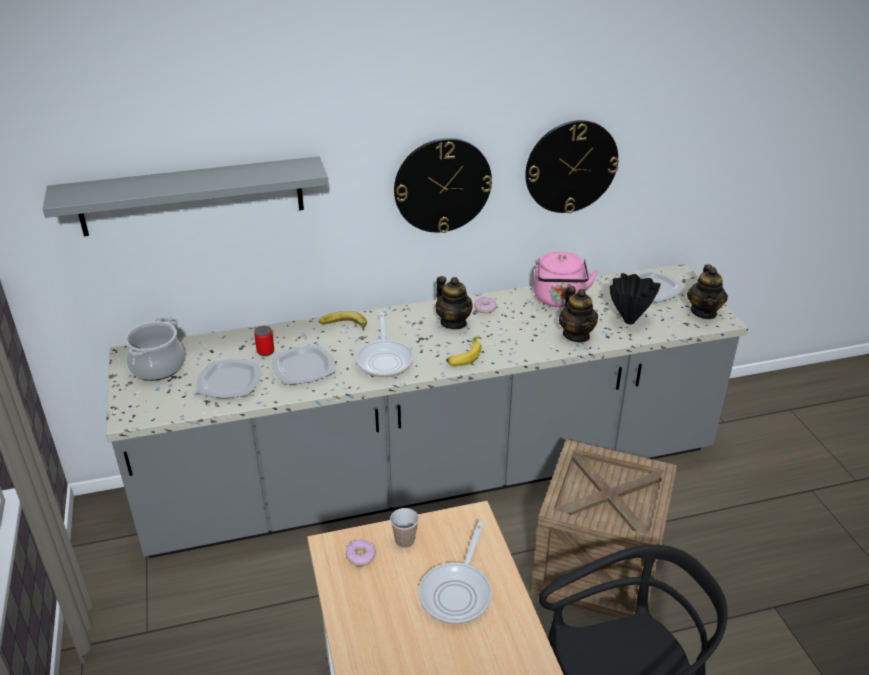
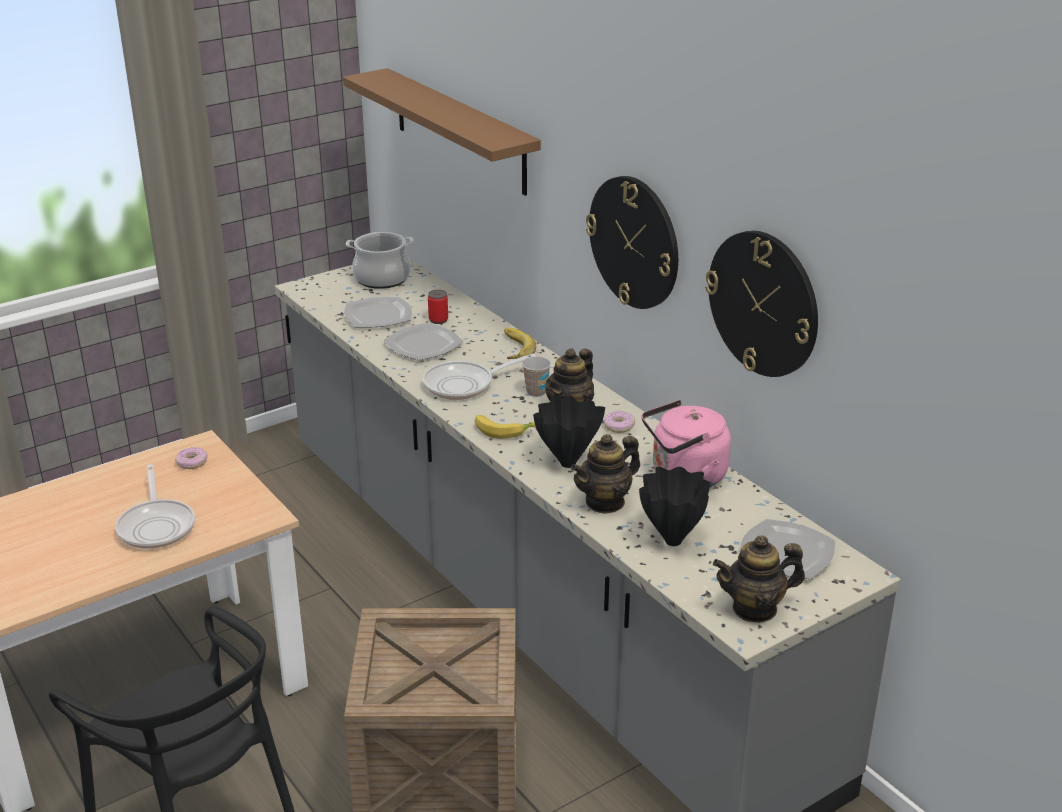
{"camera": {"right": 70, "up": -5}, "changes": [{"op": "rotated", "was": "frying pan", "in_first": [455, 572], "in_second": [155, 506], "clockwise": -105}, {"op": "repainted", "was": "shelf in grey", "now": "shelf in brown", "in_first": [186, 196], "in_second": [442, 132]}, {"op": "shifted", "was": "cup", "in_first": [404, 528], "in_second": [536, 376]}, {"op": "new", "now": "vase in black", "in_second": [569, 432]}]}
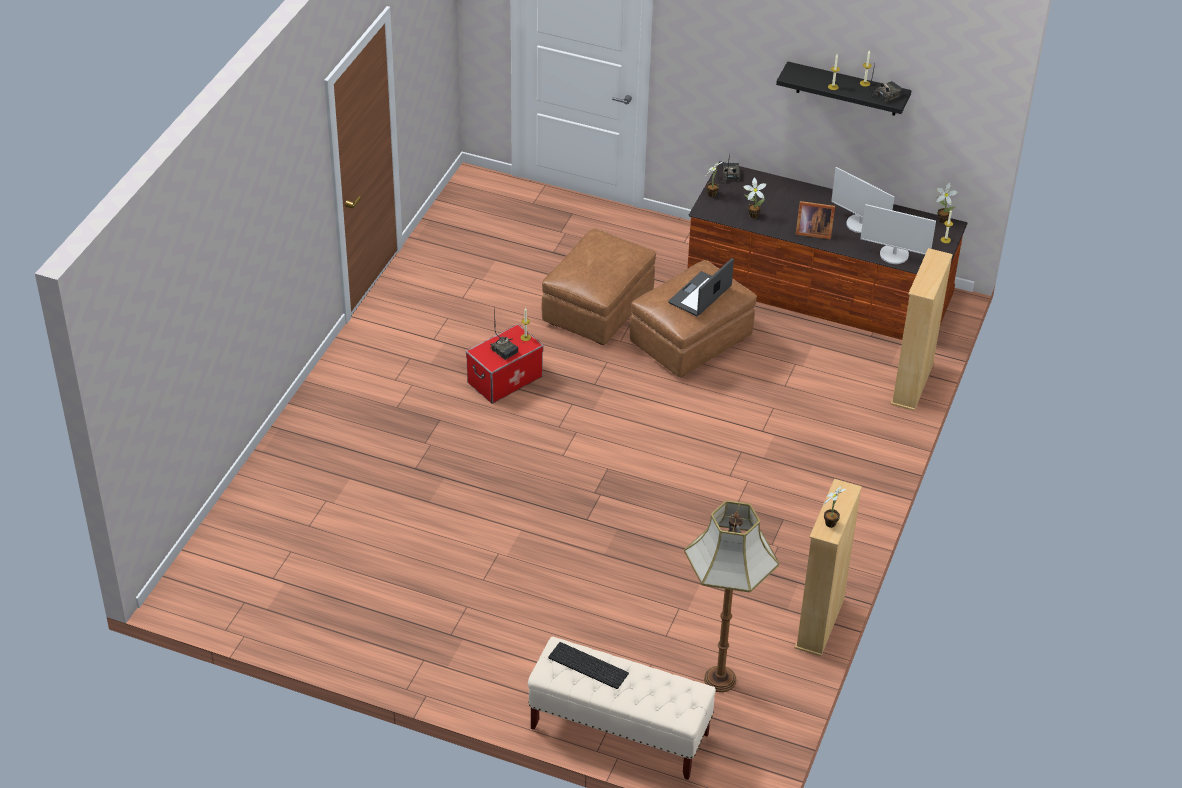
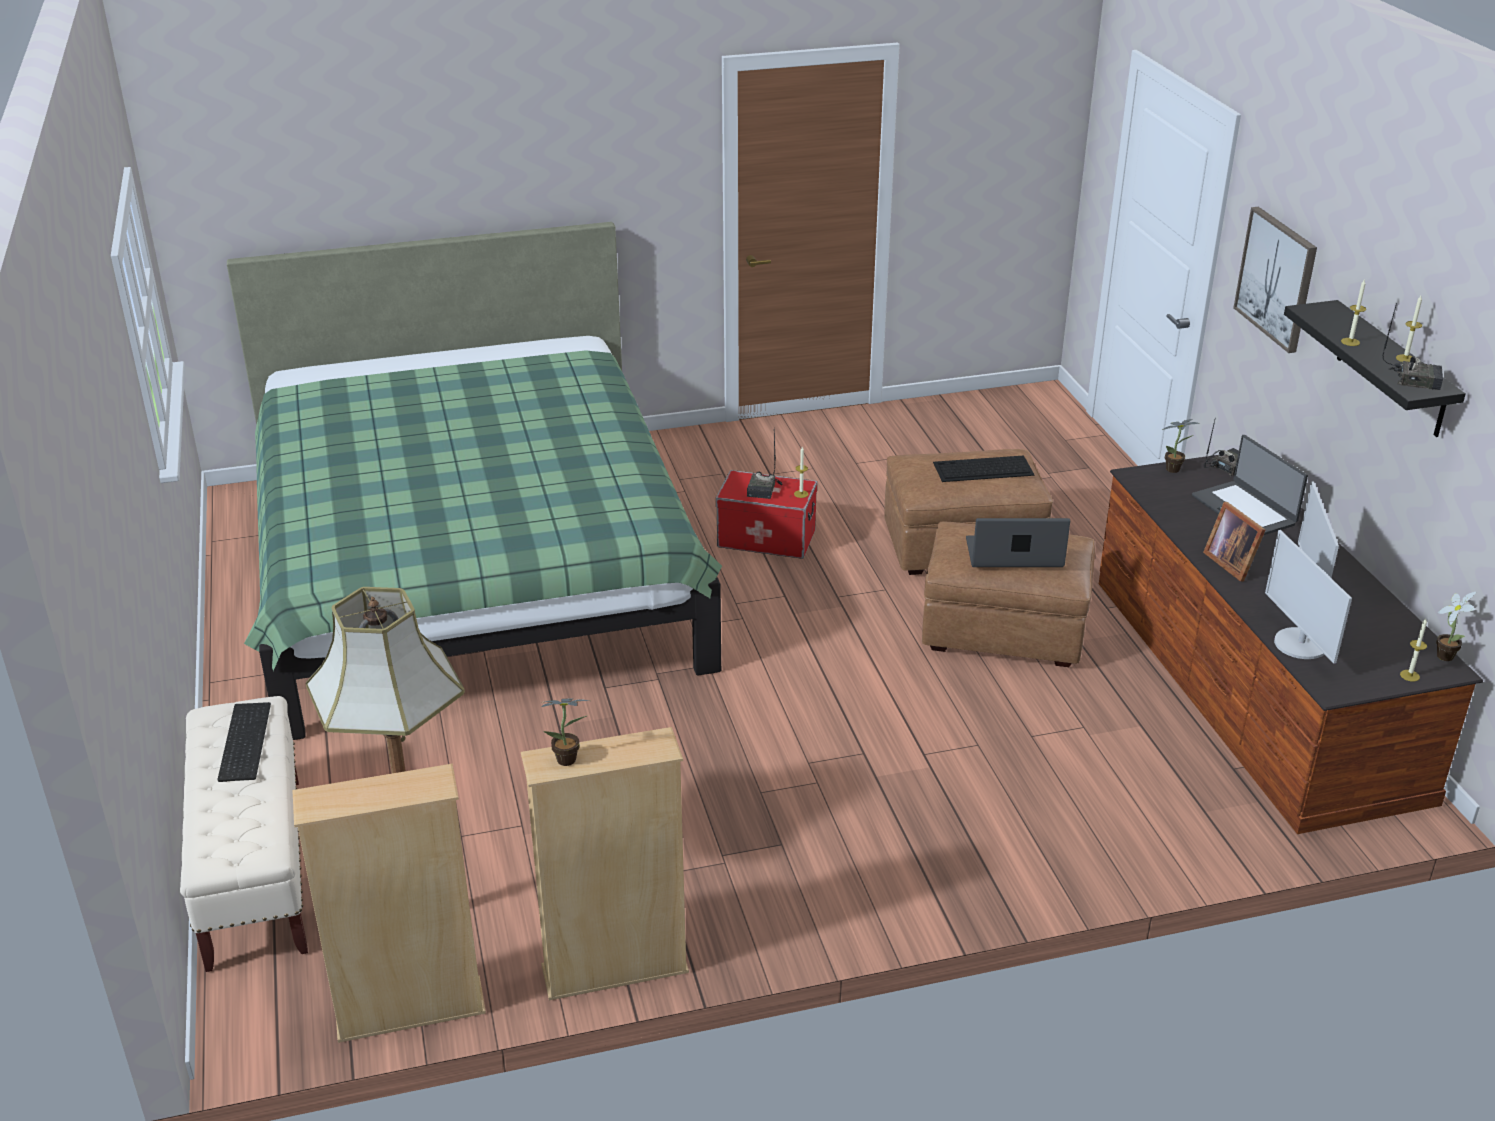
{"camera": {"right": 55, "up": -10}, "changes": [{"op": "new", "now": "bed in green", "in_second": [474, 481]}, {"op": "shifted", "was": "bookcase in beige", "in_first": [921, 329], "in_second": [389, 903]}, {"op": "new", "now": "keyboard", "in_second": [984, 468]}, {"op": "new", "now": "laptop", "in_second": [1250, 485]}, {"op": "new", "now": "picture", "in_second": [1275, 280]}, {"op": "gone", "was": "potted plant", "in_first": [755, 197]}]}
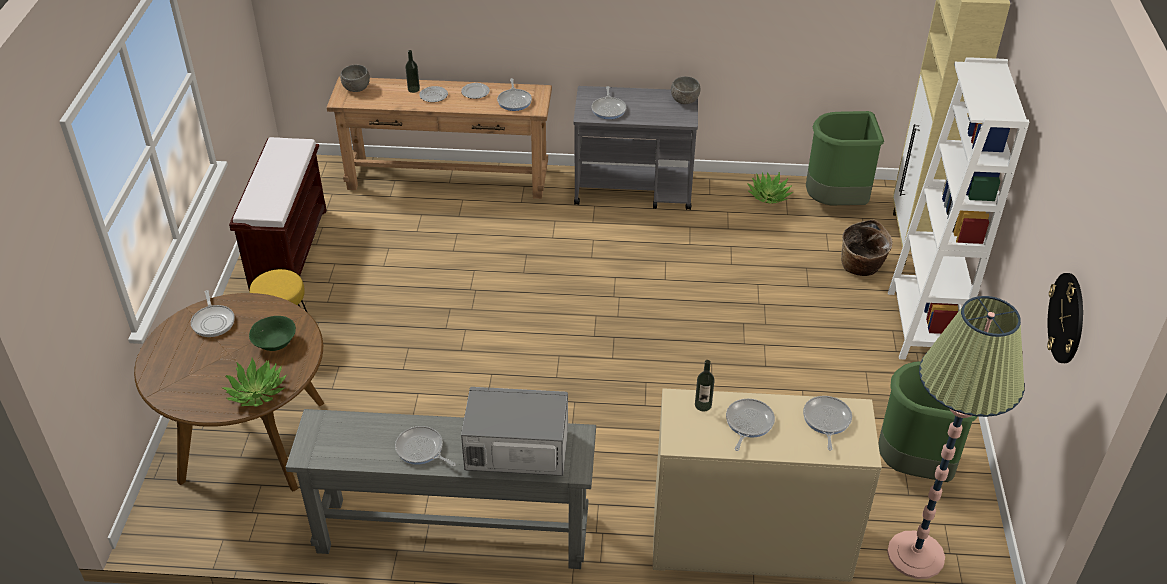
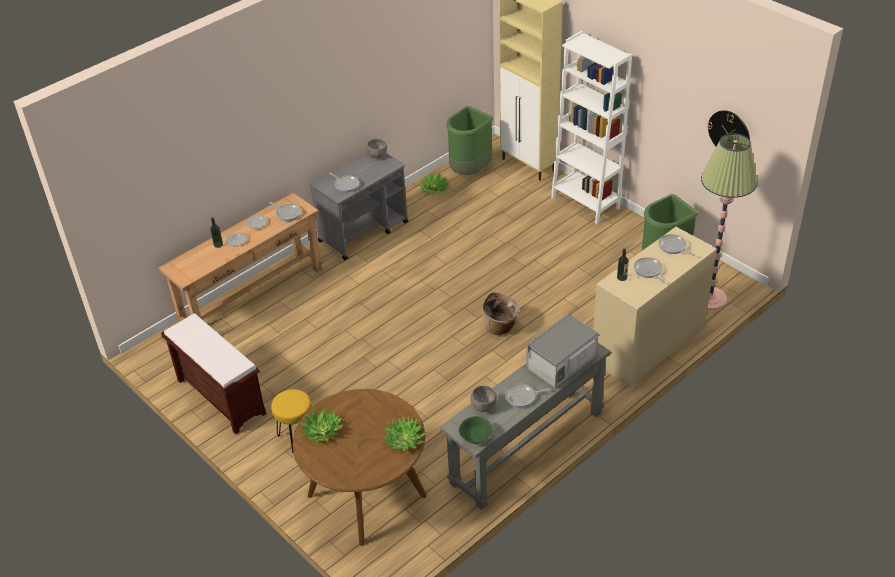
{"camera": {"right": -45, "up": 0}, "changes": [{"op": "swapped", "was": "frying pan", "now": "potted plant", "in_first": [213, 313], "in_second": [322, 424]}, {"op": "shifted", "was": "bowl in green", "in_first": [272, 333], "in_second": [476, 430]}, {"op": "shifted", "was": "bowl in grey", "in_first": [355, 78], "in_second": [483, 399]}, {"op": "shifted", "was": "basket", "in_first": [867, 248], "in_second": [500, 313]}]}
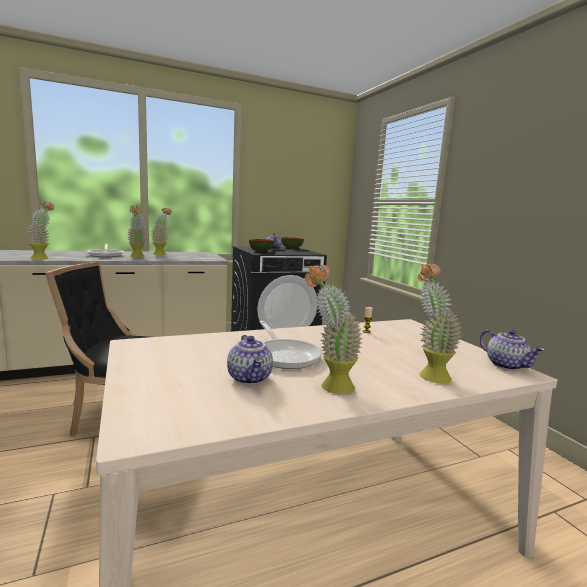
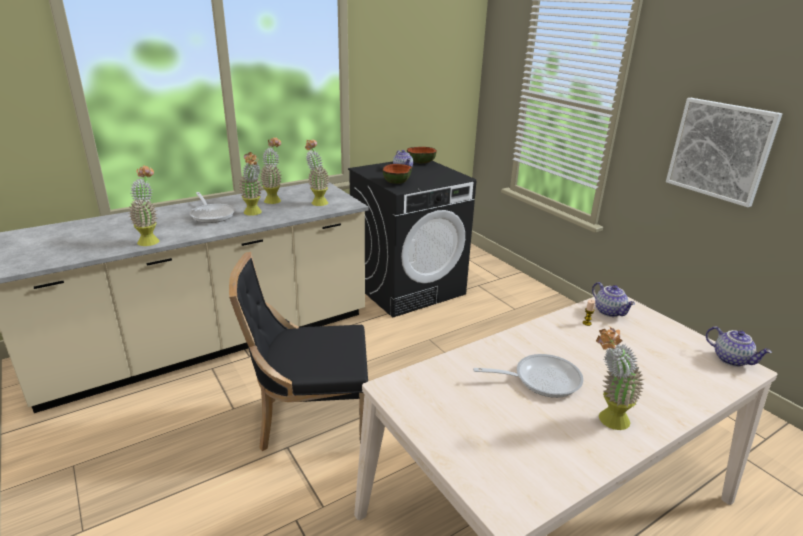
{"camera": {"right": -10, "up": 15}, "changes": [{"op": "shifted", "was": "potted plant", "in_first": [440, 323], "in_second": [317, 172]}, {"op": "rotated", "was": "frying pan", "in_first": [291, 345], "in_second": [528, 376], "clockwise": -60}, {"op": "shifted", "was": "teapot", "in_first": [250, 360], "in_second": [613, 299]}, {"op": "new", "now": "picture", "in_second": [724, 152]}]}
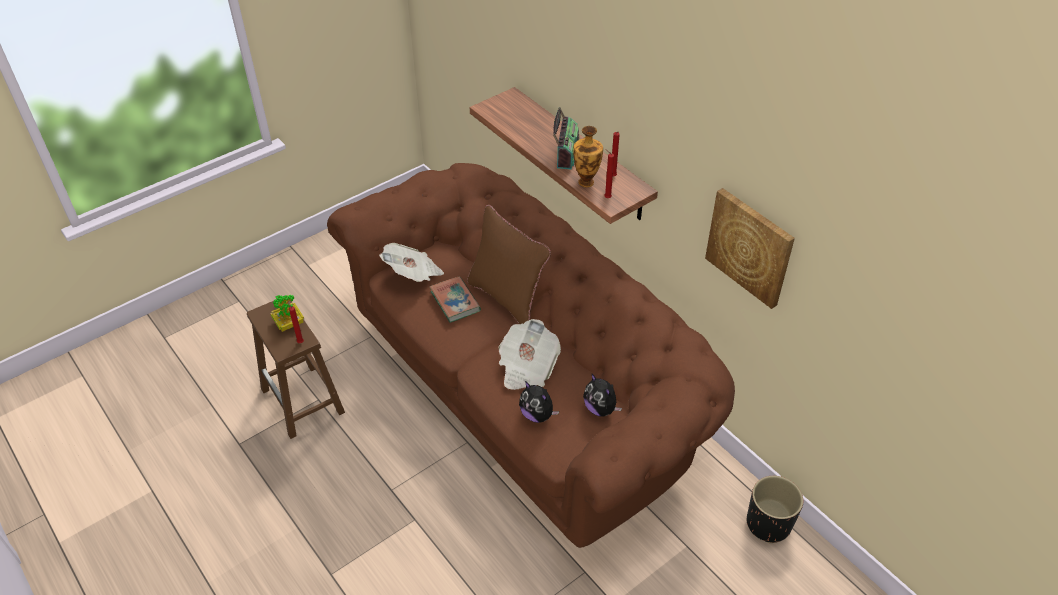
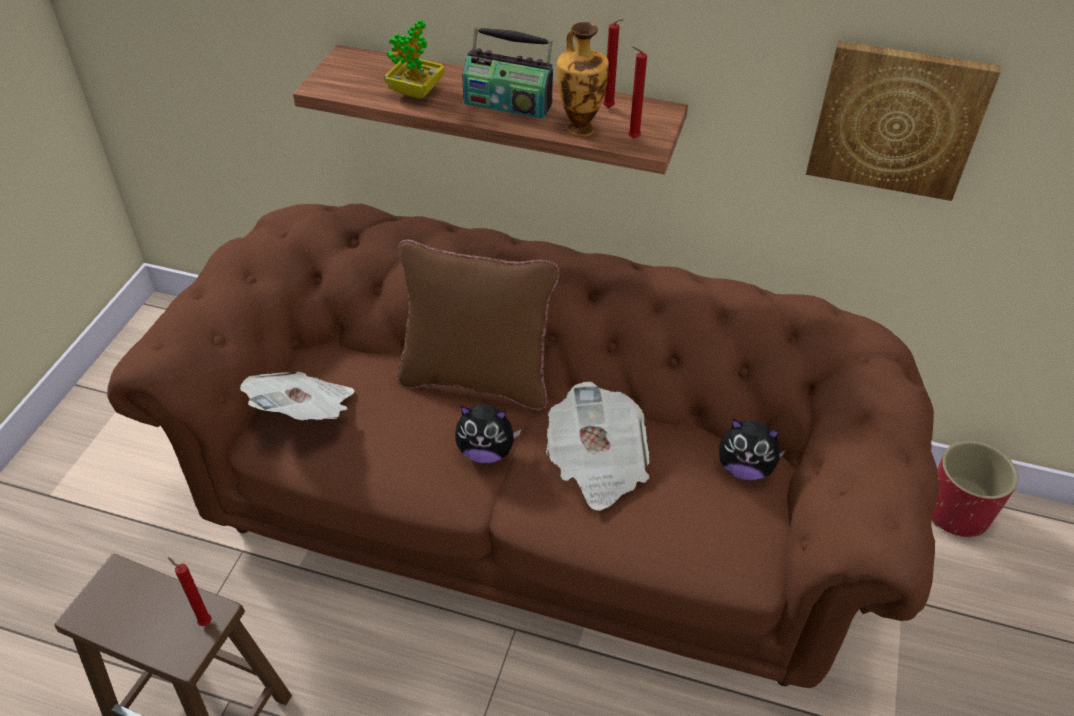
{"camera": {"right": -35, "up": 0}, "changes": [{"op": "shifted", "was": "potted plant", "in_first": [287, 313], "in_second": [414, 59]}, {"op": "shifted", "was": "plush toy", "in_first": [539, 402], "in_second": [488, 434]}, {"op": "rotated", "was": "radio", "in_first": [566, 138], "in_second": [507, 73], "clockwise": 135}, {"op": "repainted", "was": "planter in black", "now": "planter in red", "in_first": [775, 509], "in_second": [974, 489]}, {"op": "gone", "was": "book", "in_first": [455, 299]}]}
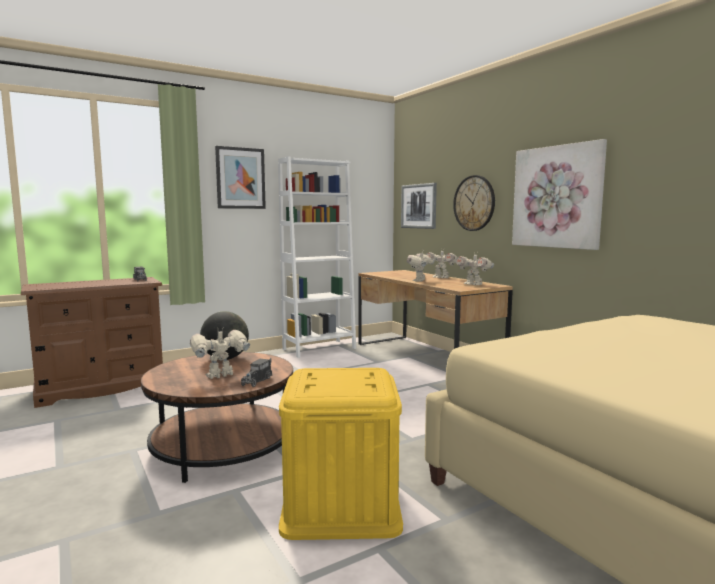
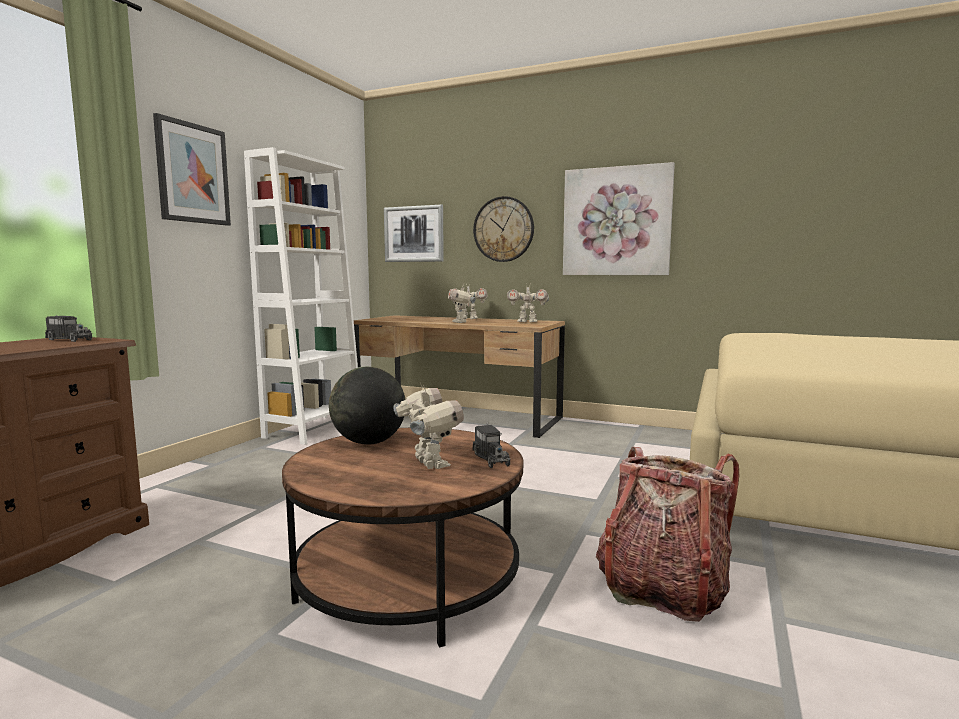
{"camera": {"right": -35, "up": 0}, "changes": [{"op": "rotated", "was": "toy robot", "in_first": [220, 354], "in_second": [428, 426], "clockwise": 135}, {"op": "swapped", "was": "storage box in yellow", "now": "backpack", "in_first": [341, 454], "in_second": [667, 534]}]}
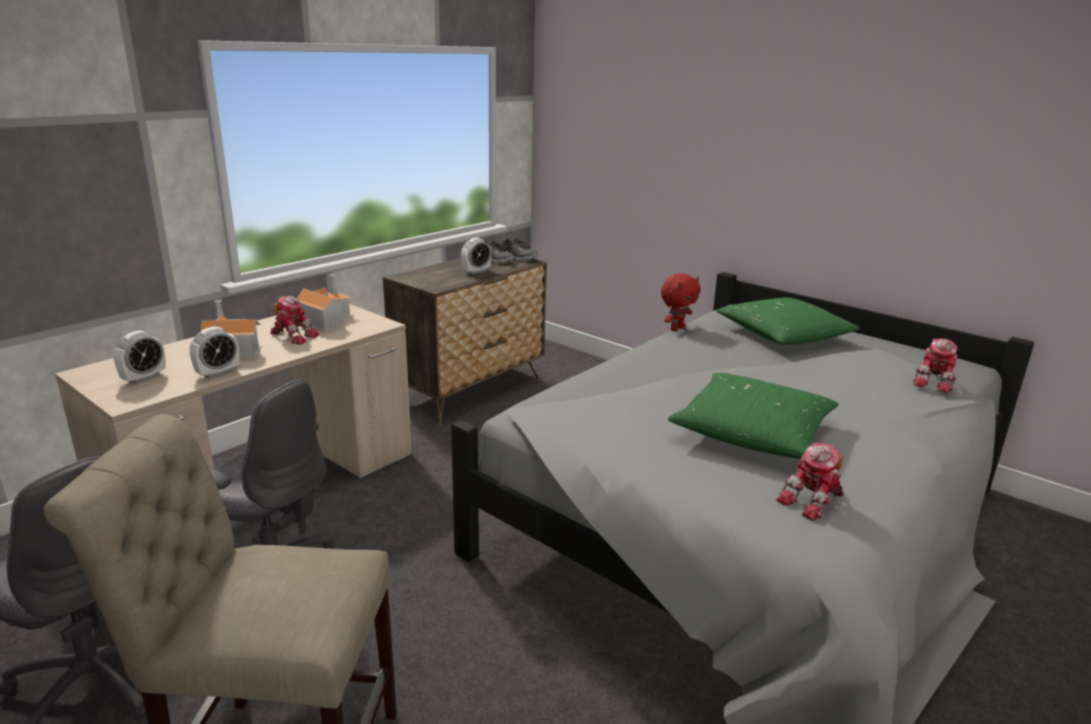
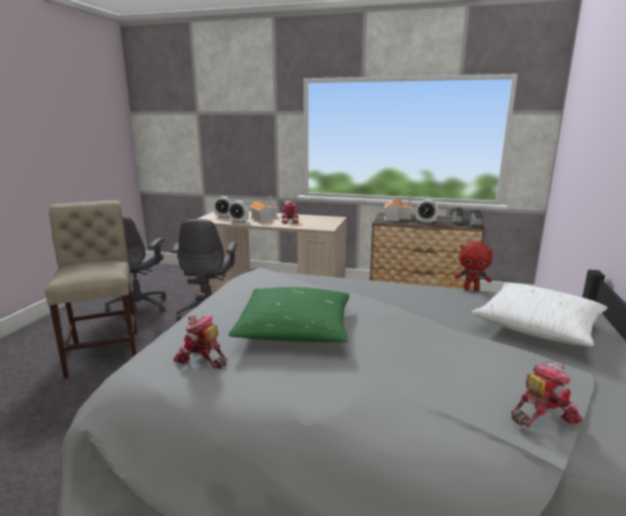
{"camera": {"right": 65, "up": -5}, "changes": [{"op": "shifted", "was": "toy house", "in_first": [324, 303], "in_second": [398, 208]}, {"op": "repainted", "was": "pillow in green", "now": "pillow in white", "in_first": [788, 321], "in_second": [539, 314]}, {"op": "rotated", "was": "toy robot", "in_first": [935, 365], "in_second": [547, 394], "clockwise": 150}]}
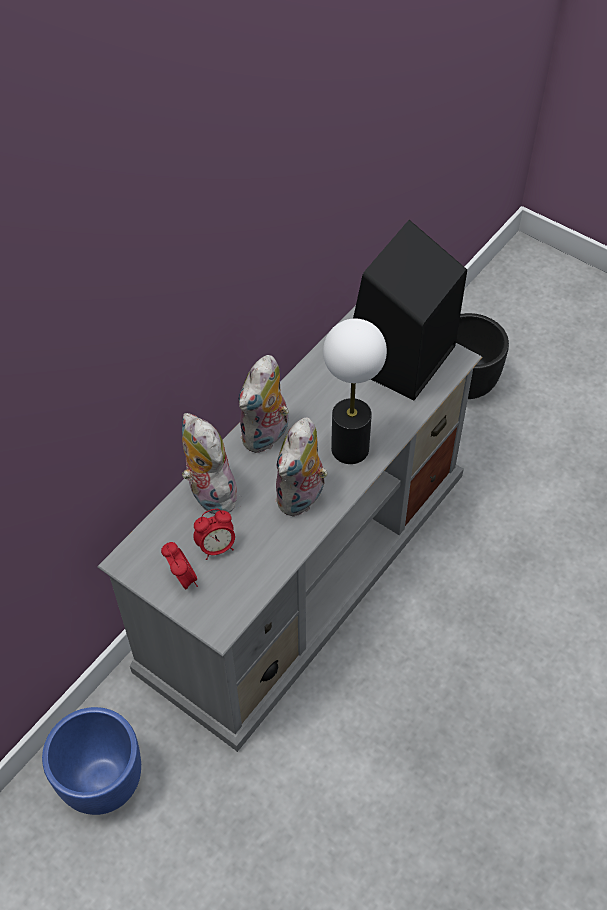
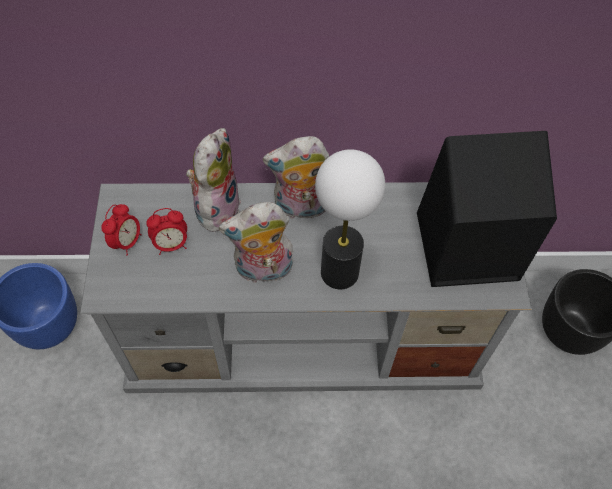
{"camera": {"right": 50, "up": 5}, "changes": [{"op": "rotated", "was": "alarm clock", "in_first": [214, 534], "in_second": [166, 231], "clockwise": -45}]}
